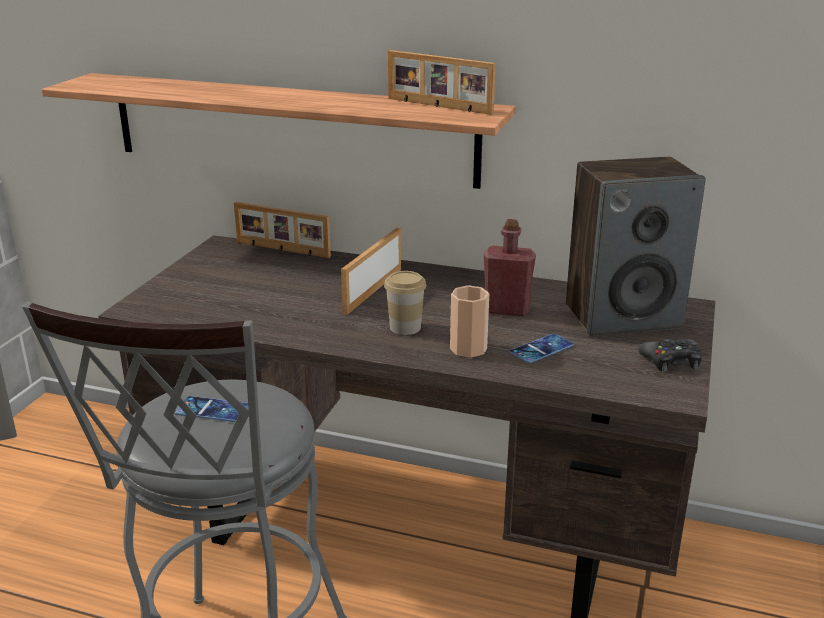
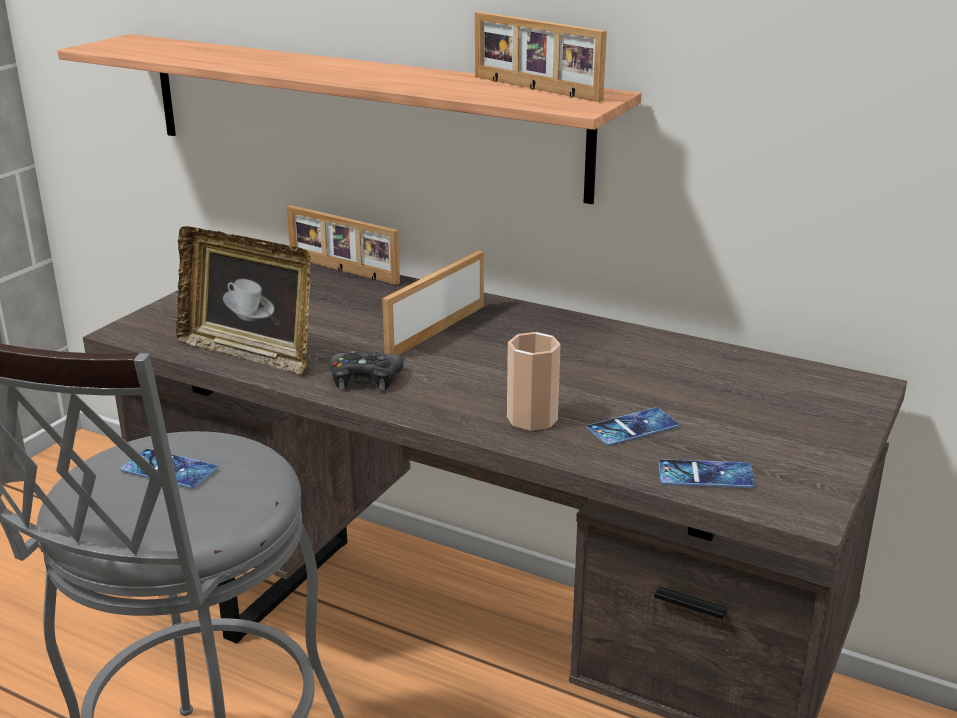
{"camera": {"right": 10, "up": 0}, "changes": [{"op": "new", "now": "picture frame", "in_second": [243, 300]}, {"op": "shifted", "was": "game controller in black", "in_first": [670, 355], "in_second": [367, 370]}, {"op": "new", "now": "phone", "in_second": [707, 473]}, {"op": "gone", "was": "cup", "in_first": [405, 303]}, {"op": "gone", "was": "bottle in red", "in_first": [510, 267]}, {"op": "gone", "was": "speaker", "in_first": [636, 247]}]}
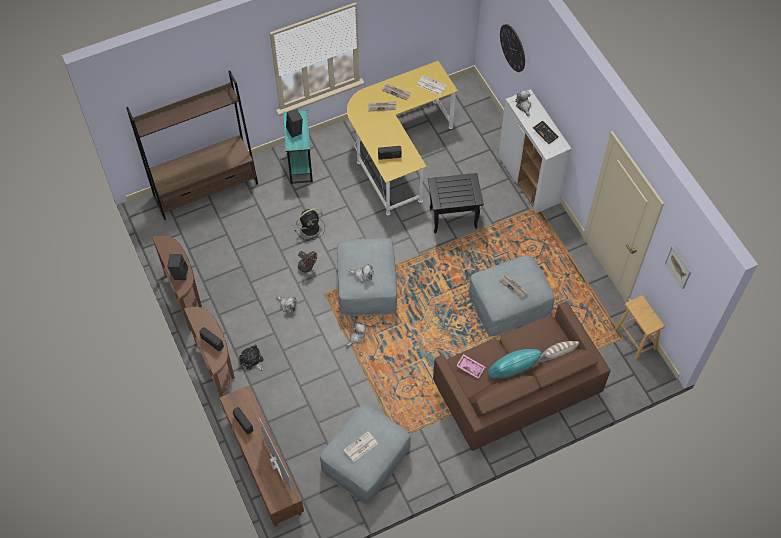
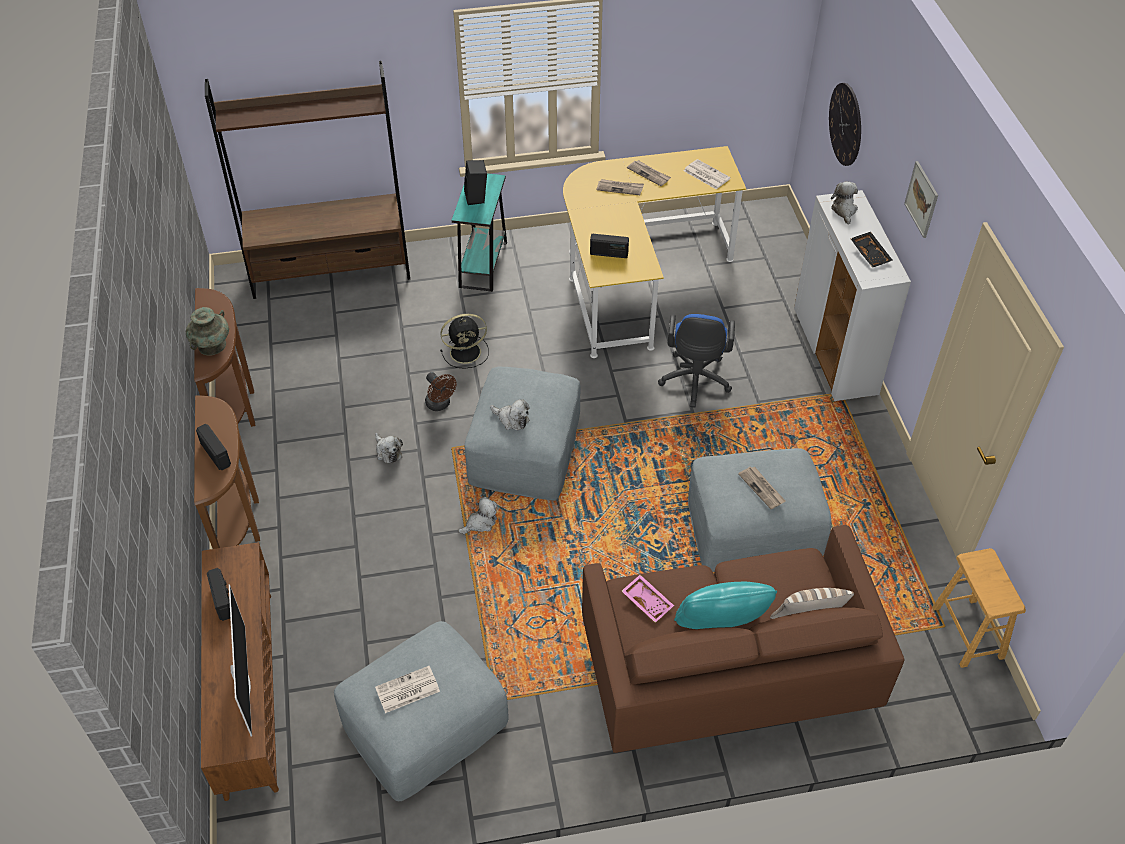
{"camera": {"right": 15, "up": -10}, "changes": [{"op": "swapped", "was": "speaker in black", "now": "vase in turquoise", "in_first": [177, 267], "in_second": [207, 331]}, {"op": "swapped", "was": "side table in black", "now": "office chair in blue", "in_first": [456, 203], "in_second": [696, 361]}, {"op": "shifted", "was": "picture", "in_first": [678, 267], "in_second": [921, 199]}, {"op": "gone", "was": "plush toy", "in_first": [251, 358]}]}
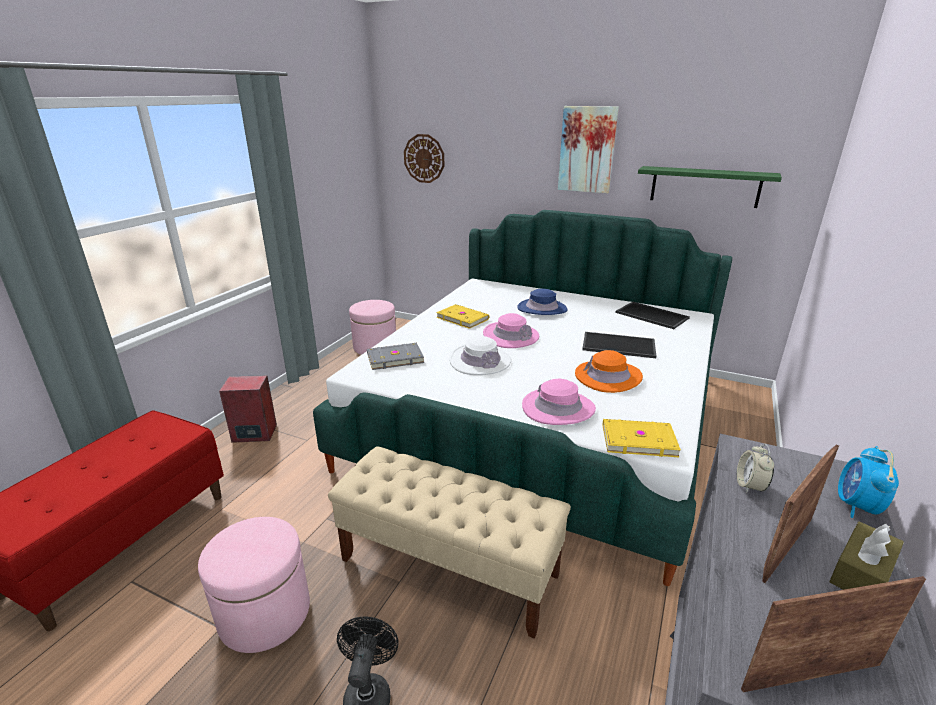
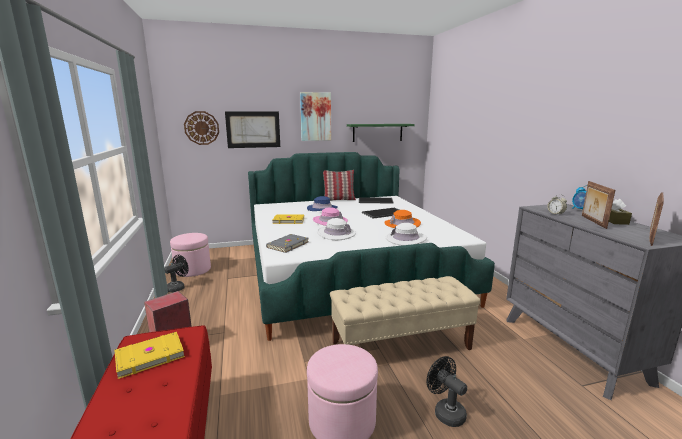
{"camera": {"right": -40, "up": -10}, "changes": [{"op": "shifted", "was": "book in yellow", "in_first": [642, 438], "in_second": [149, 355]}, {"op": "new", "now": "fan in black", "in_second": [177, 274]}, {"op": "new", "now": "picture", "in_second": [252, 129]}, {"op": "new", "now": "pillow", "in_second": [339, 185]}, {"op": "repainted", "was": "hat in pink", "now": "hat in white", "in_first": [559, 402], "in_second": [406, 234]}]}
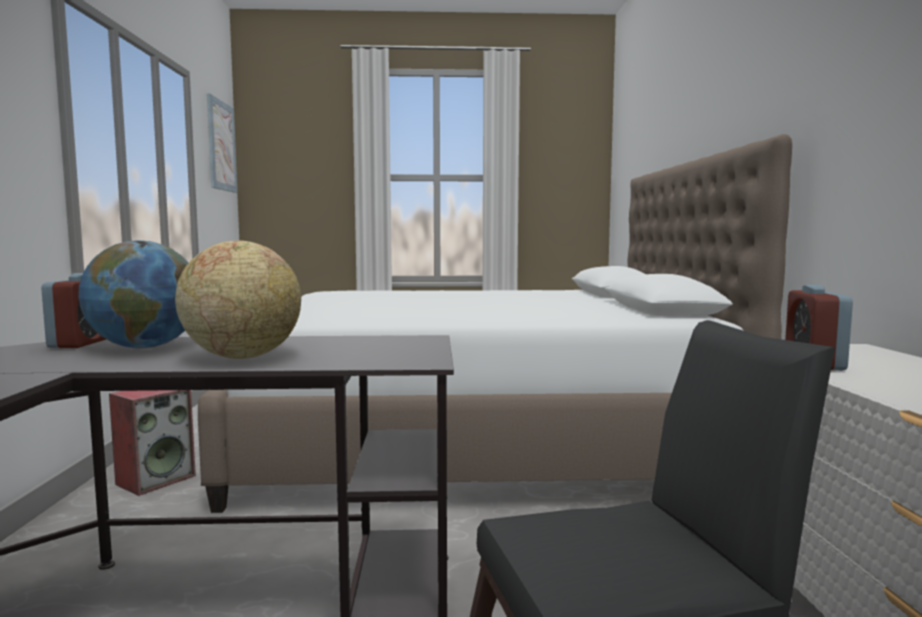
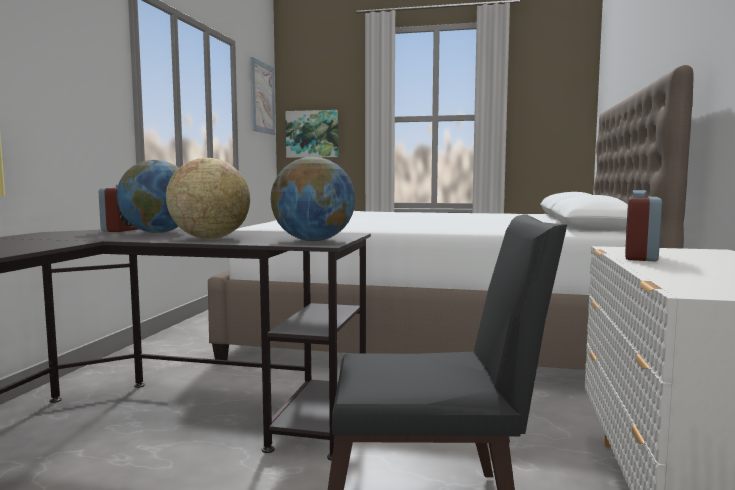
{"camera": {"right": 15, "up": 0}, "changes": [{"op": "new", "now": "globe", "in_second": [313, 199]}, {"op": "new", "now": "picture", "in_second": [311, 134]}, {"op": "gone", "was": "speaker", "in_first": [152, 443]}]}
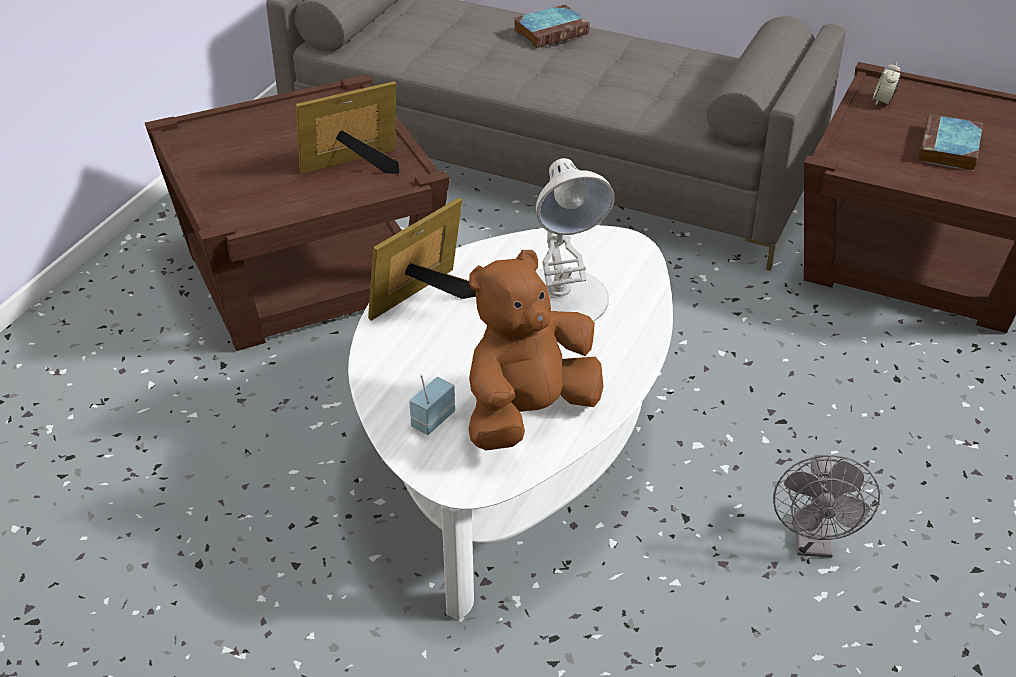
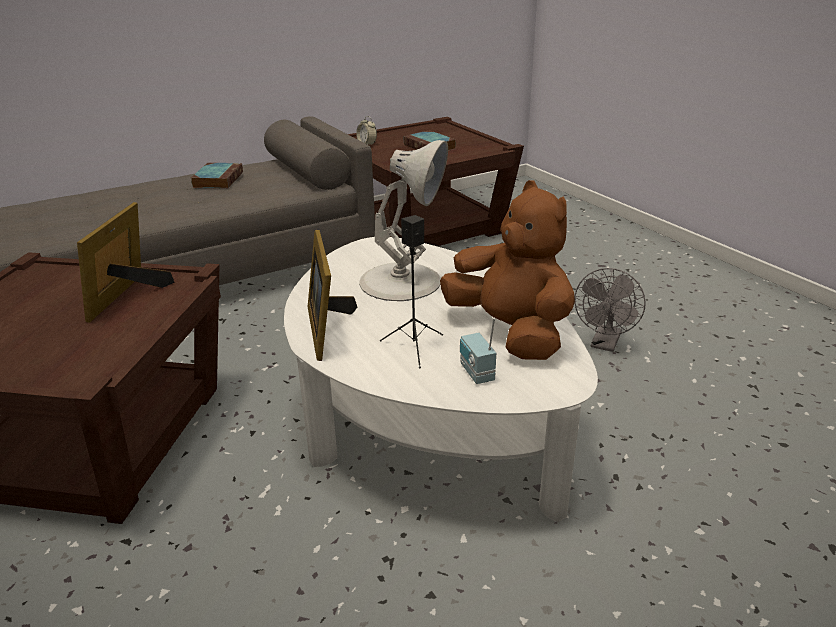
{"camera": {"right": -55, "up": -10}, "changes": [{"op": "shifted", "was": "book", "in_first": [551, 26], "in_second": [217, 176]}, {"op": "new", "now": "speaker in black", "in_second": [411, 291]}, {"op": "rotated", "was": "plush toy in brown", "in_first": [536, 350], "in_second": [507, 270], "clockwise": 150}, {"op": "rotated", "was": "fan in grey", "in_first": [826, 506], "in_second": [610, 310], "clockwise": 75}]}
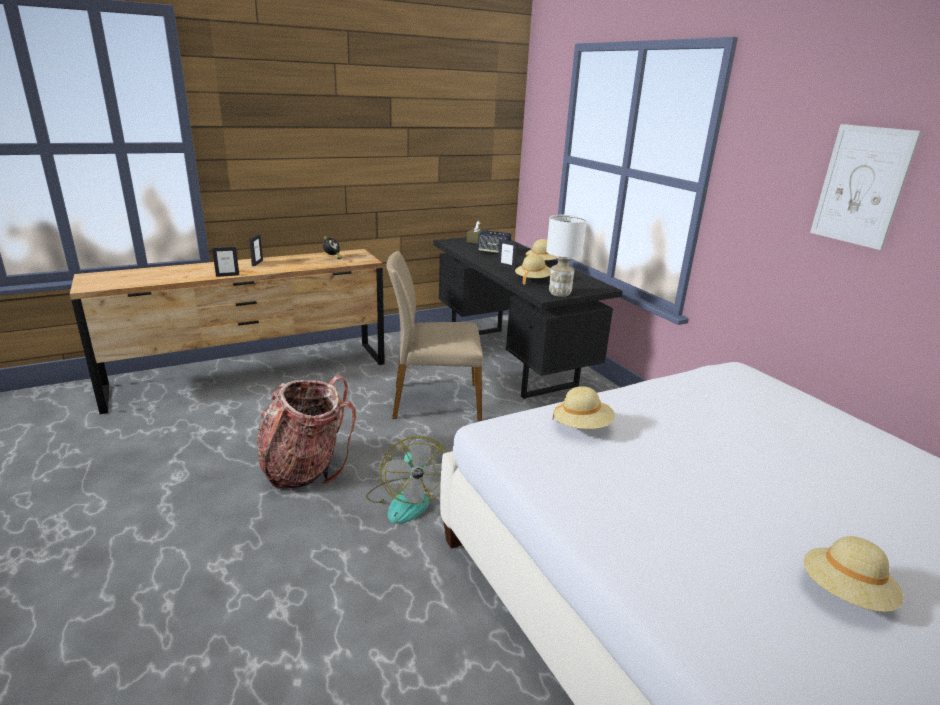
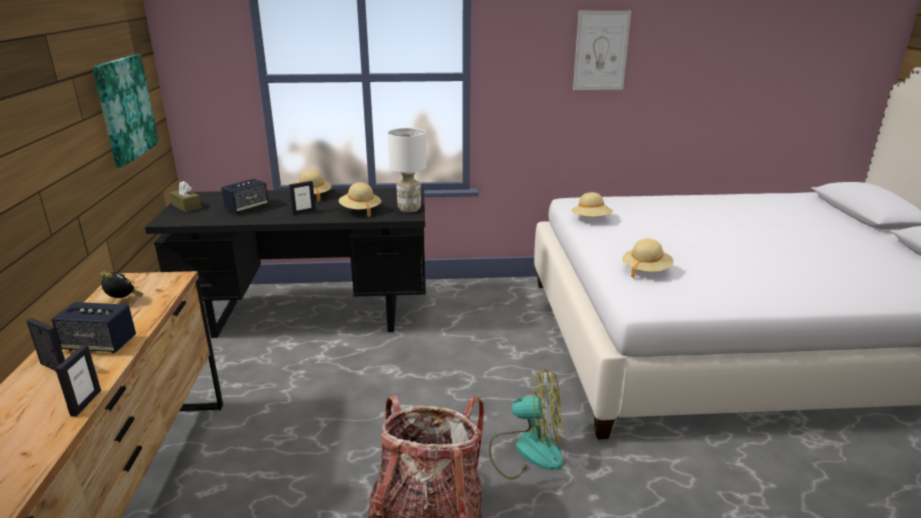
{"camera": {"right": -65, "up": 0}, "changes": [{"op": "new", "now": "speaker", "in_second": [93, 327]}, {"op": "new", "now": "picture", "in_second": [125, 110]}, {"op": "shifted", "was": "hat in beige", "in_first": [854, 574], "in_second": [592, 204]}, {"op": "gone", "was": "chair in beige", "in_first": [435, 336]}]}
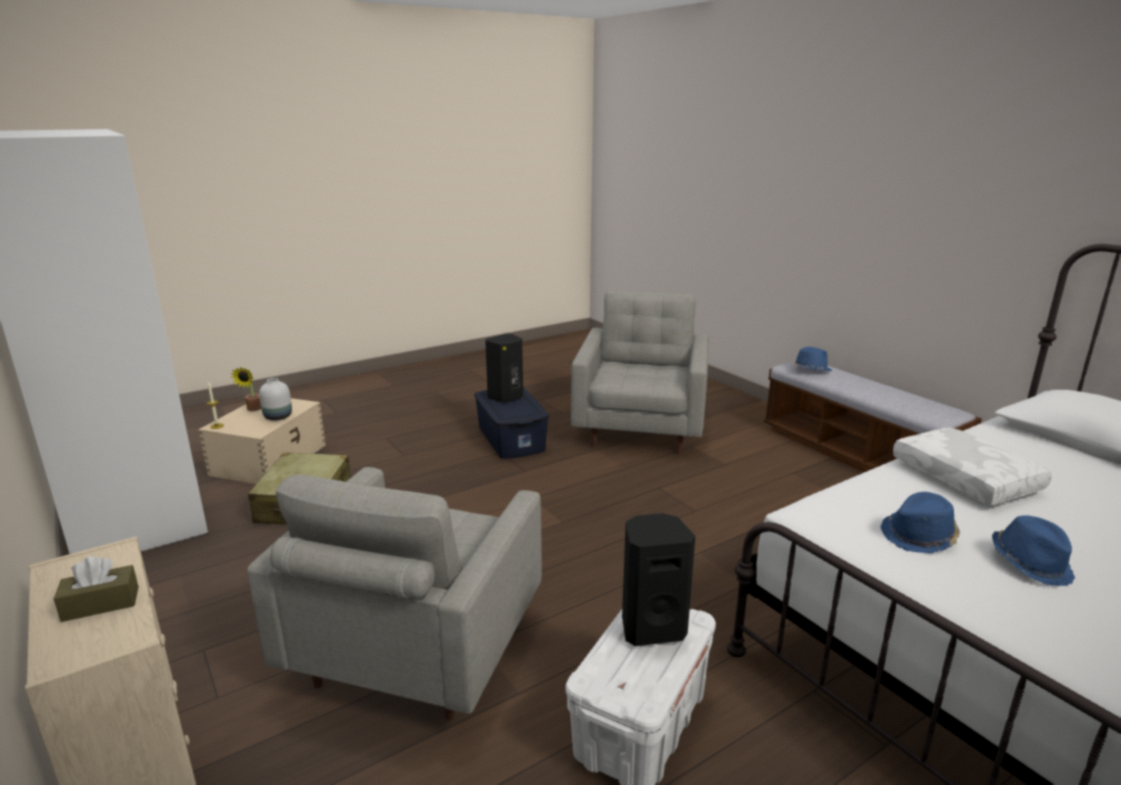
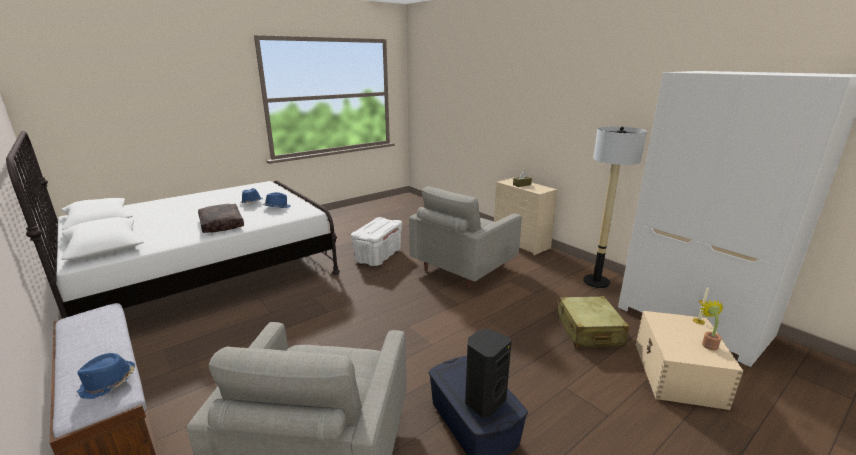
{"camera": {"right": 175, "up": 0}, "changes": [{"op": "repainted", "was": "pillow in white", "now": "pillow in brown", "in_first": [972, 466], "in_second": [221, 218]}, {"op": "rotated", "was": "armchair in grey", "in_first": [394, 593], "in_second": [465, 237], "clockwise": -150}, {"op": "new", "now": "floor lamp", "in_second": [615, 207]}, {"op": "gone", "was": "vase in white", "in_first": [275, 399]}, {"op": "gone", "was": "speaker in black", "in_first": [658, 579]}]}
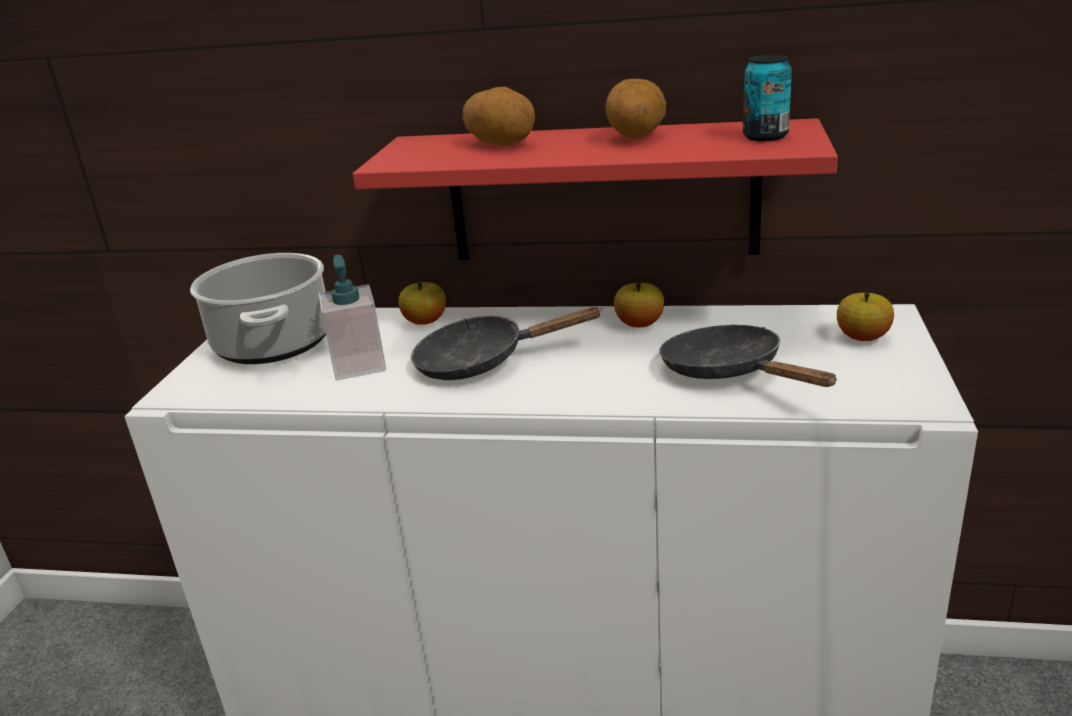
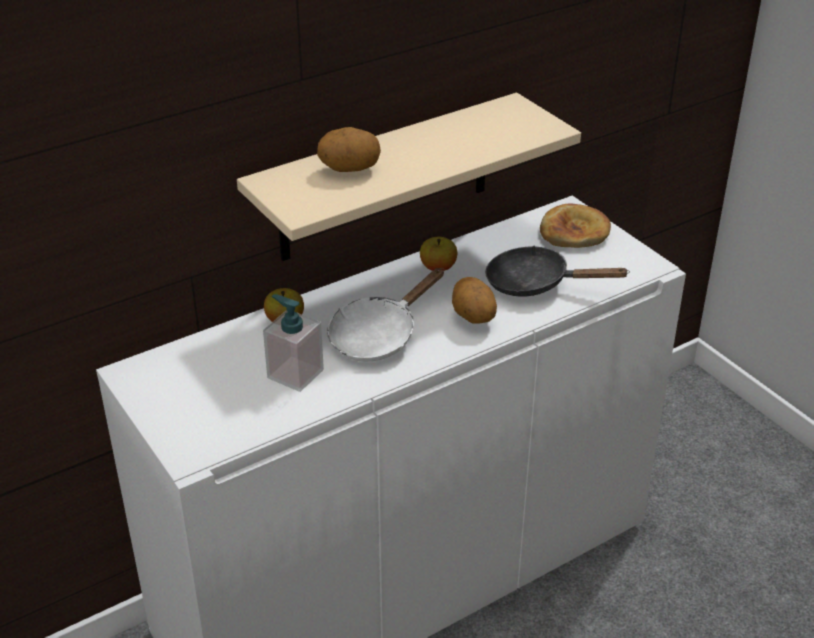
{"camera": {"right": -45, "up": 10}, "changes": [{"op": "repainted", "was": "shelf in red", "now": "shelf in beige", "in_first": [595, 189], "in_second": [409, 177]}, {"op": "repainted", "was": "frying pan in black", "now": "frying pan in white", "in_first": [507, 343], "in_second": [385, 315]}, {"op": "shifted", "was": "potato", "in_first": [636, 109], "in_second": [474, 300]}, {"op": "swapped", "was": "apple", "now": "bread", "in_first": [865, 317], "in_second": [575, 225]}, {"op": "gone", "was": "cooking pot", "in_first": [258, 308]}, {"op": "gone", "was": "can", "in_first": [767, 98]}]}
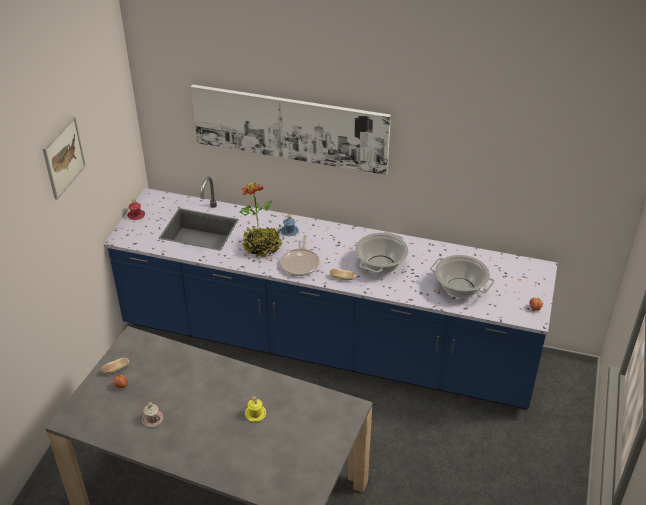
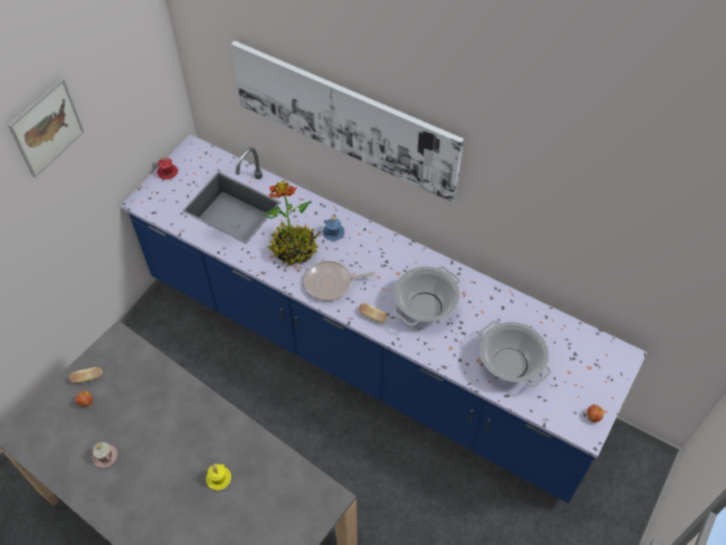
{"camera": {"right": 15, "up": 15}, "changes": [{"op": "rotated", "was": "frying pan", "in_first": [299, 255], "in_second": [339, 281], "clockwise": 60}]}
